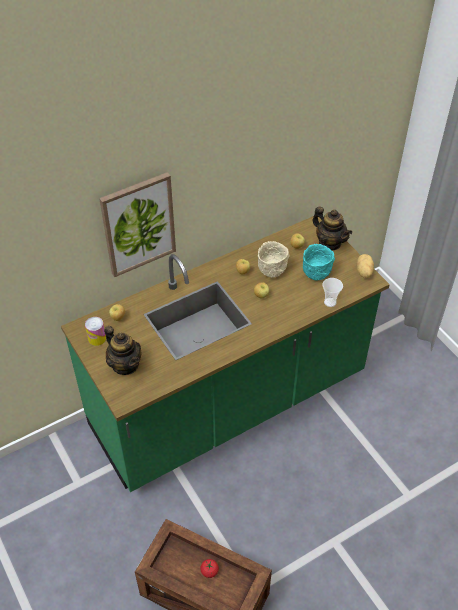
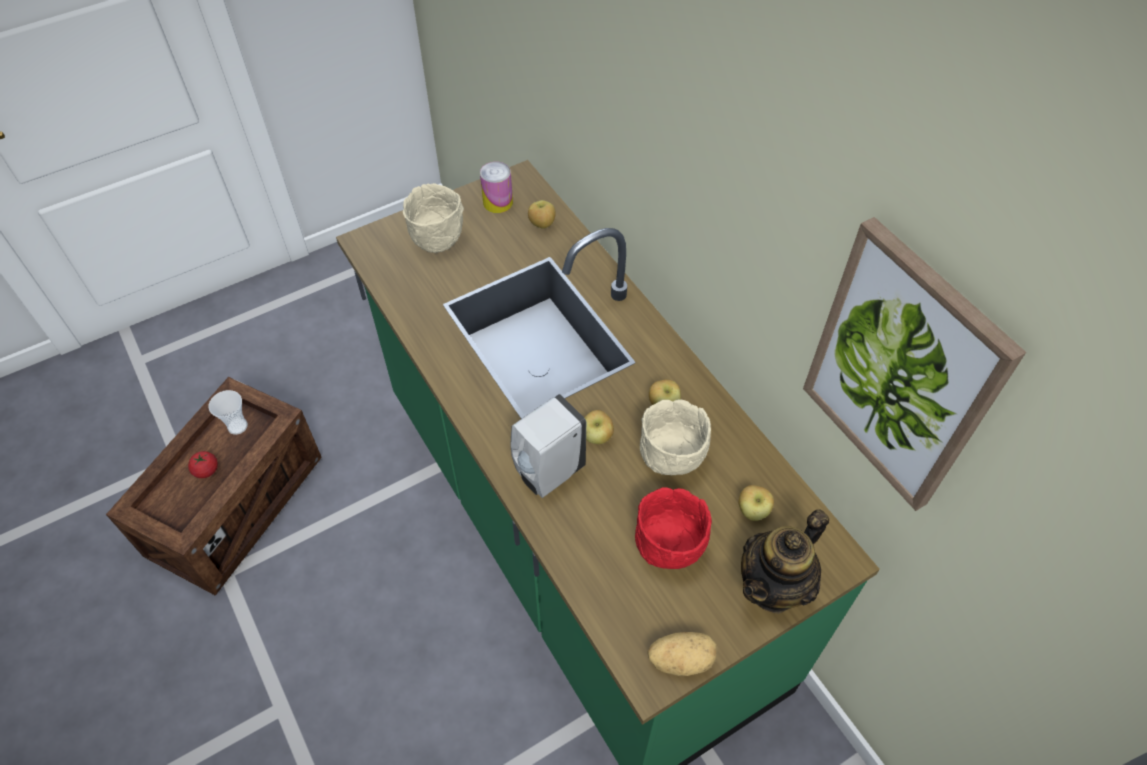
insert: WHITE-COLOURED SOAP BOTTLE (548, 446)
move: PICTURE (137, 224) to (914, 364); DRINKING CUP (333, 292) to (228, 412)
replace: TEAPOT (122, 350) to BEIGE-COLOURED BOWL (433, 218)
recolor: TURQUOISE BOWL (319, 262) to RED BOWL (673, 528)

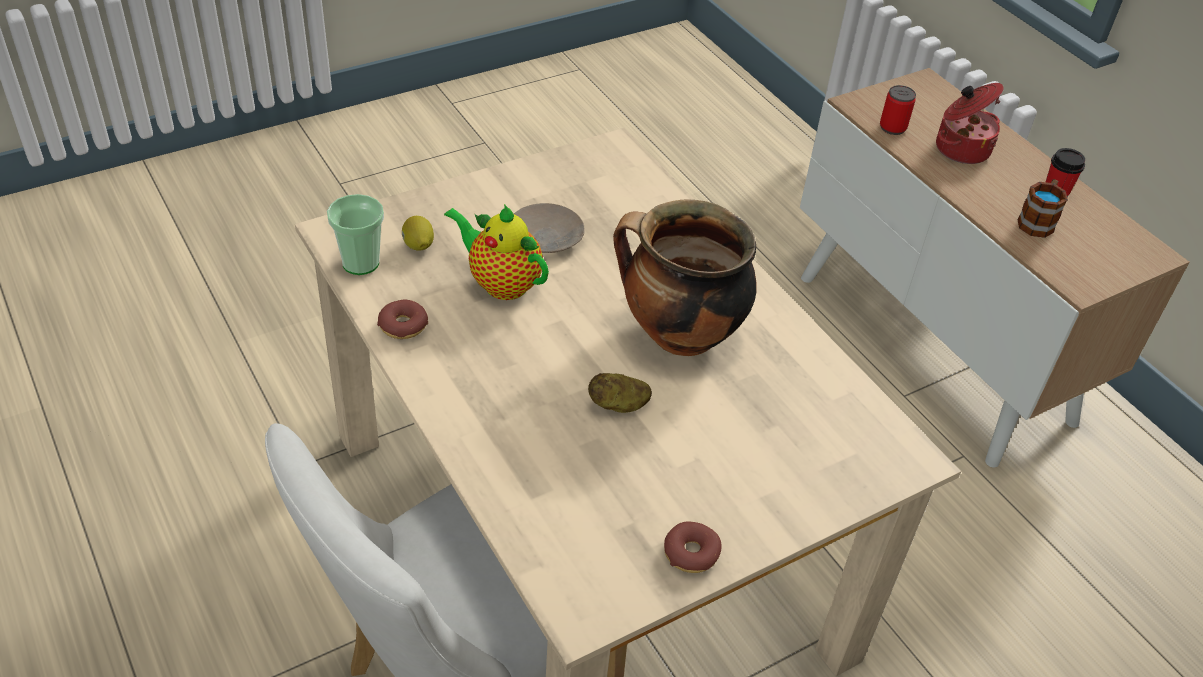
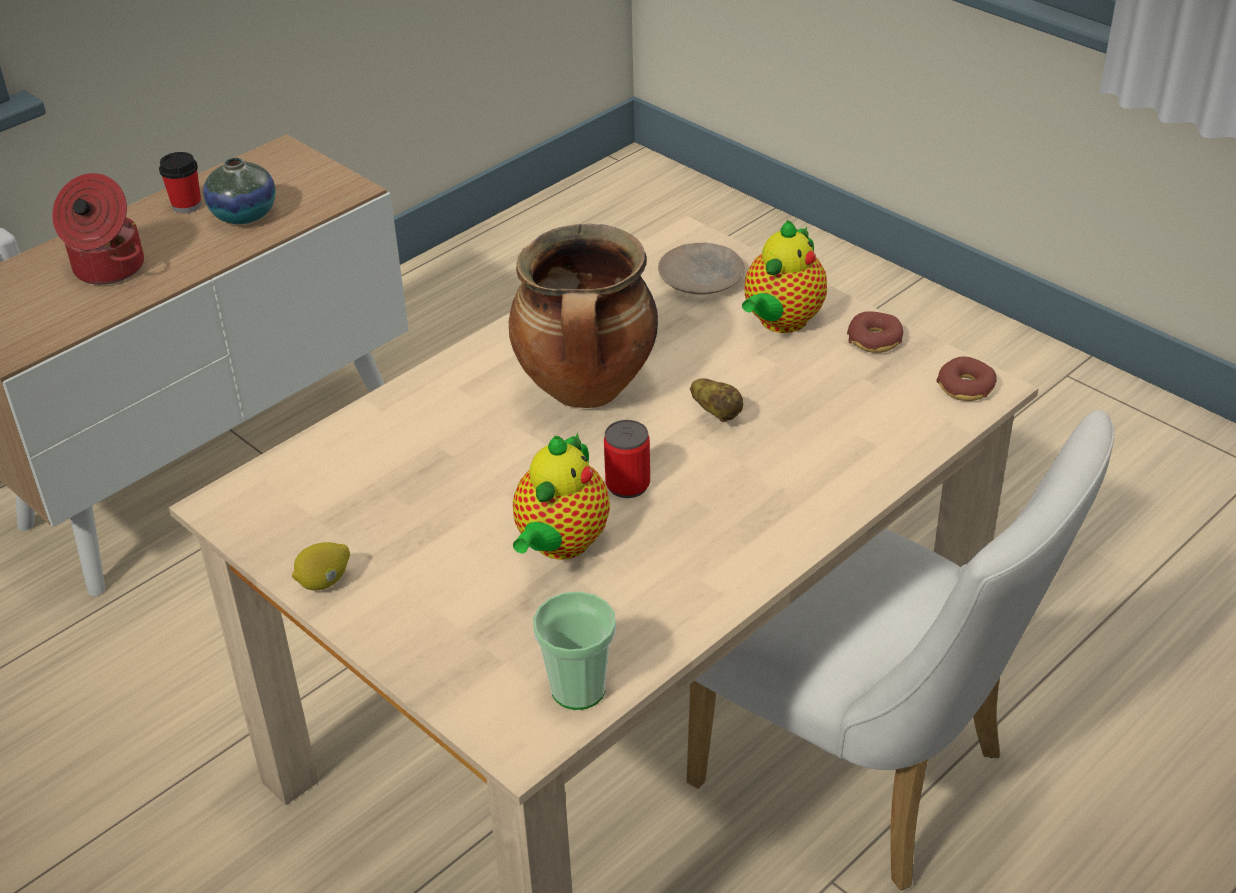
insert: TEAPOT (784, 276)
move: SEALED CAN (898, 110) to (627, 459); BEIGE-COLOURED FLAT DISH (549, 228) to (701, 269); WHOLE LEMON (418, 233) to (321, 566); DONUT (402, 319) to (967, 379)
replace: TEA MUG (1042, 208) to DECORATIVE VASE (239, 191)

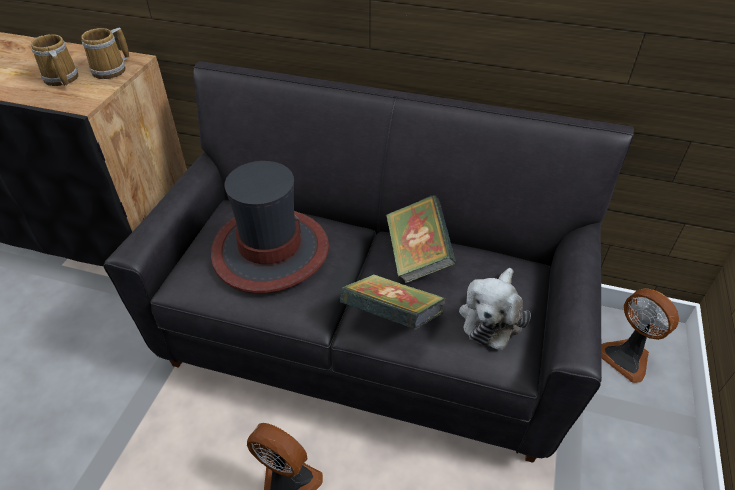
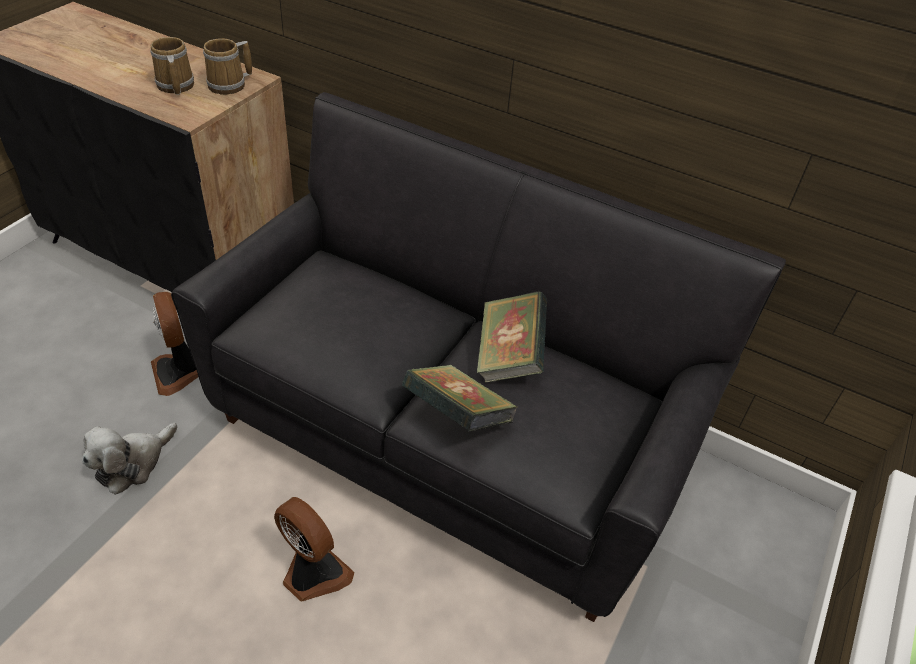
delete: HAT (270, 227)
move: SOFT TOY (495, 309) to (130, 459); FAN (640, 335) to (174, 344)

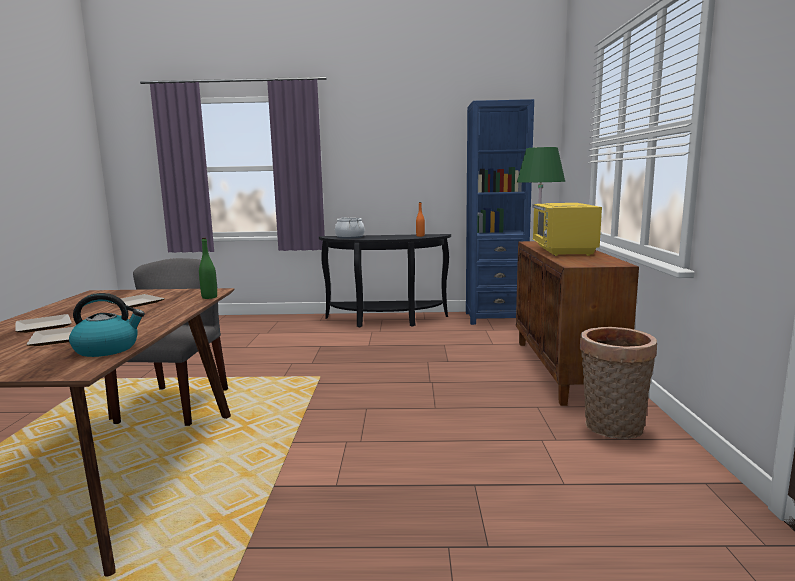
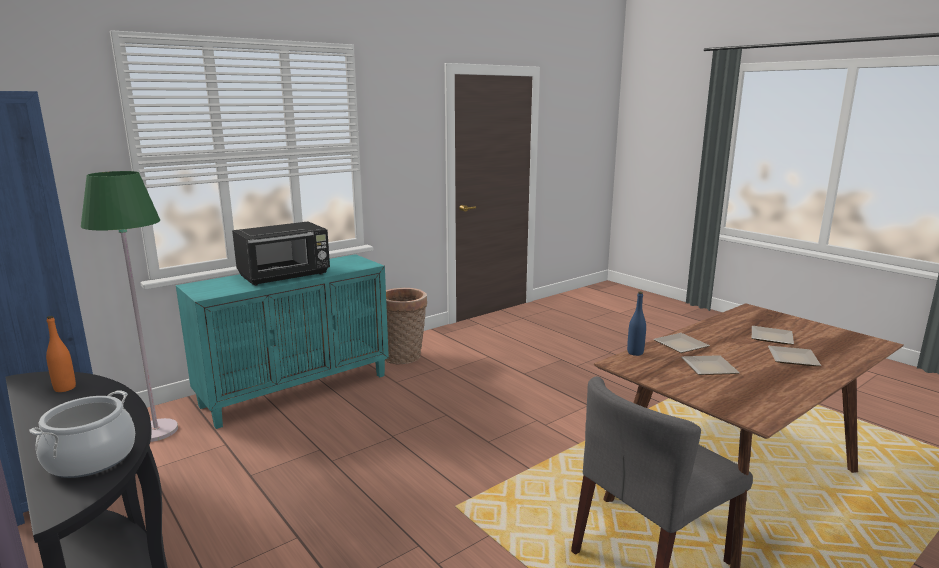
delete: KETTLE (107, 325)
insert: FLAT DISH (681, 343)
recolor: YELLOW-COLOURED MICROWAVE OVEN (567, 229) to BLACK MICROWAVE OVEN (281, 253); GREENISH BOTTLE (208, 268) to BLUE BOTTLE (636, 324); BROWNISH CABINET (577, 323) to TURQUOISE CABINET (282, 341)

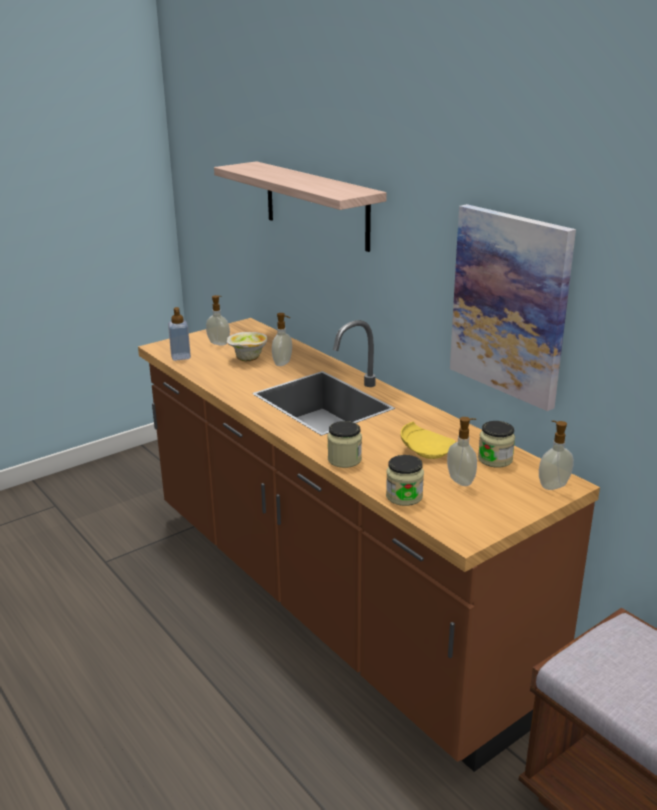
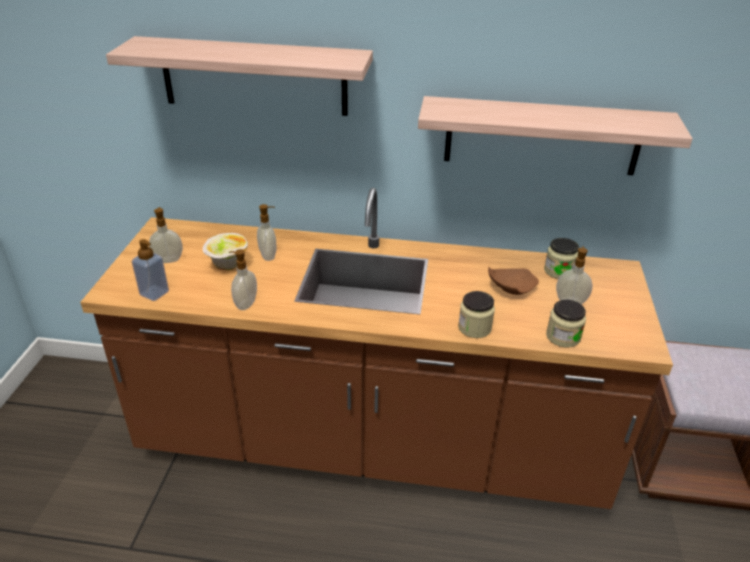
move: SOAP BOTTLE (556, 455) to (243, 279)
replace: PICTURE (513, 307) to WALL SHELF (555, 135)
recolor: YELLOW-COLOURED FLAT DISH (428, 440) to BROWNISH FLAT DISH (513, 281)

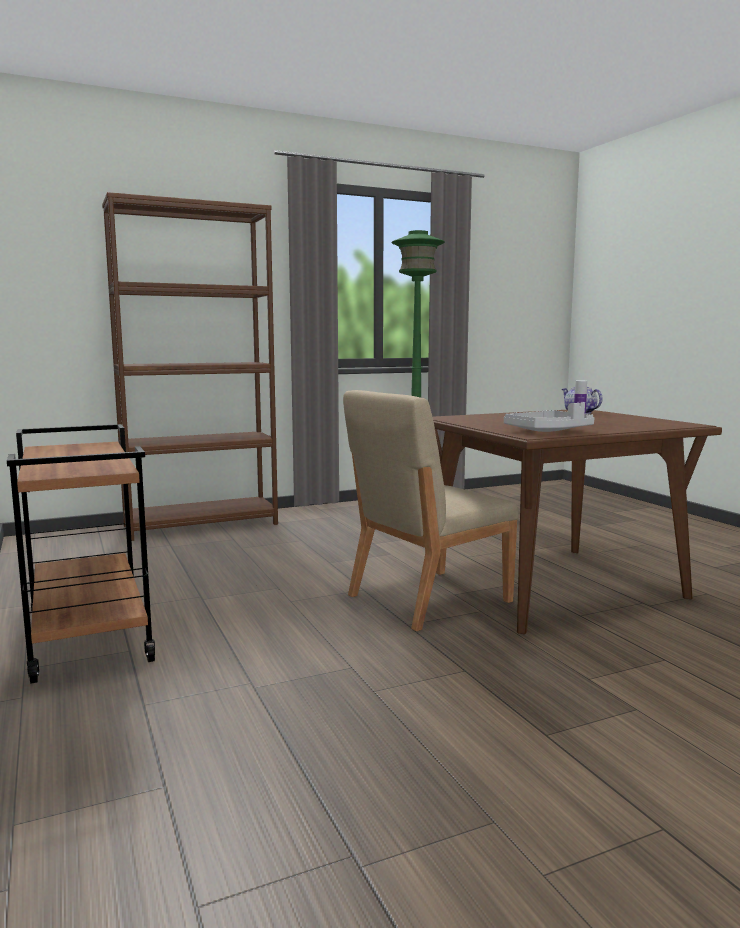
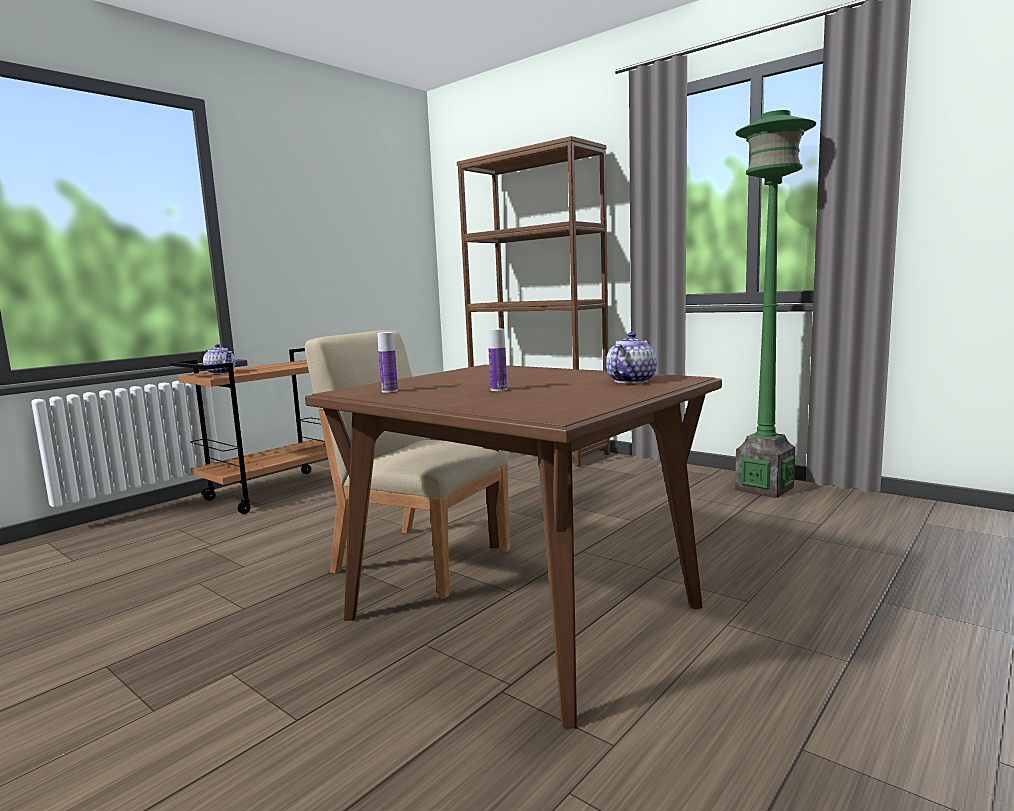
insert: TEAPOT (219, 359)
replace: GREYISH SERVING TRAY (549, 417) to BOTTLE (387, 362)

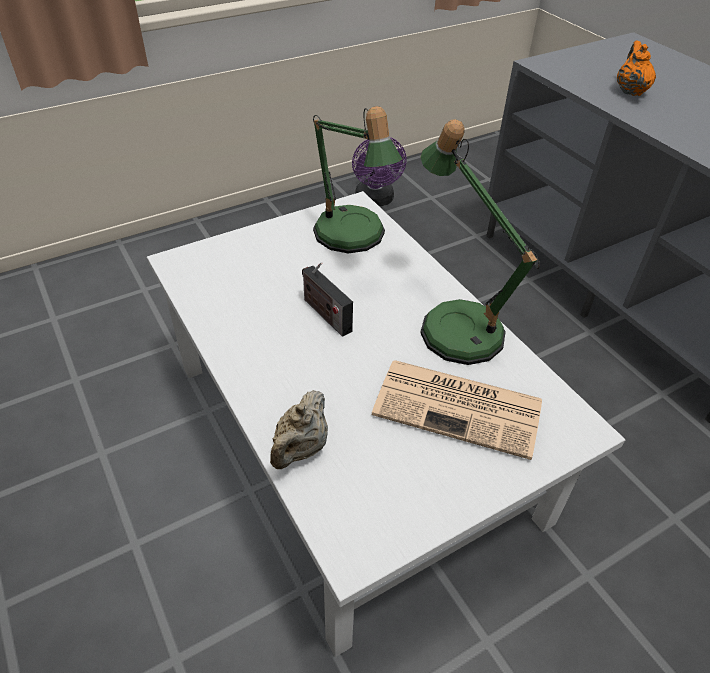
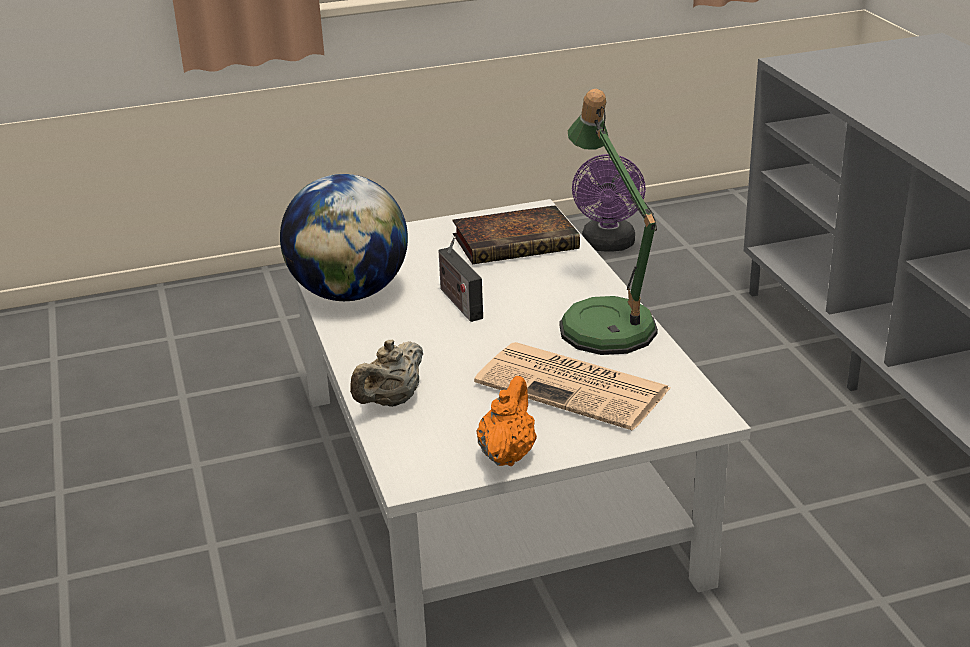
insert: DESK GLOBE (344, 237)
move: ORANGEY TEAPOT (636, 68) to (507, 421)
replace: LAMP FOR A TABLE (357, 179) to BOUND BOOK (516, 235)

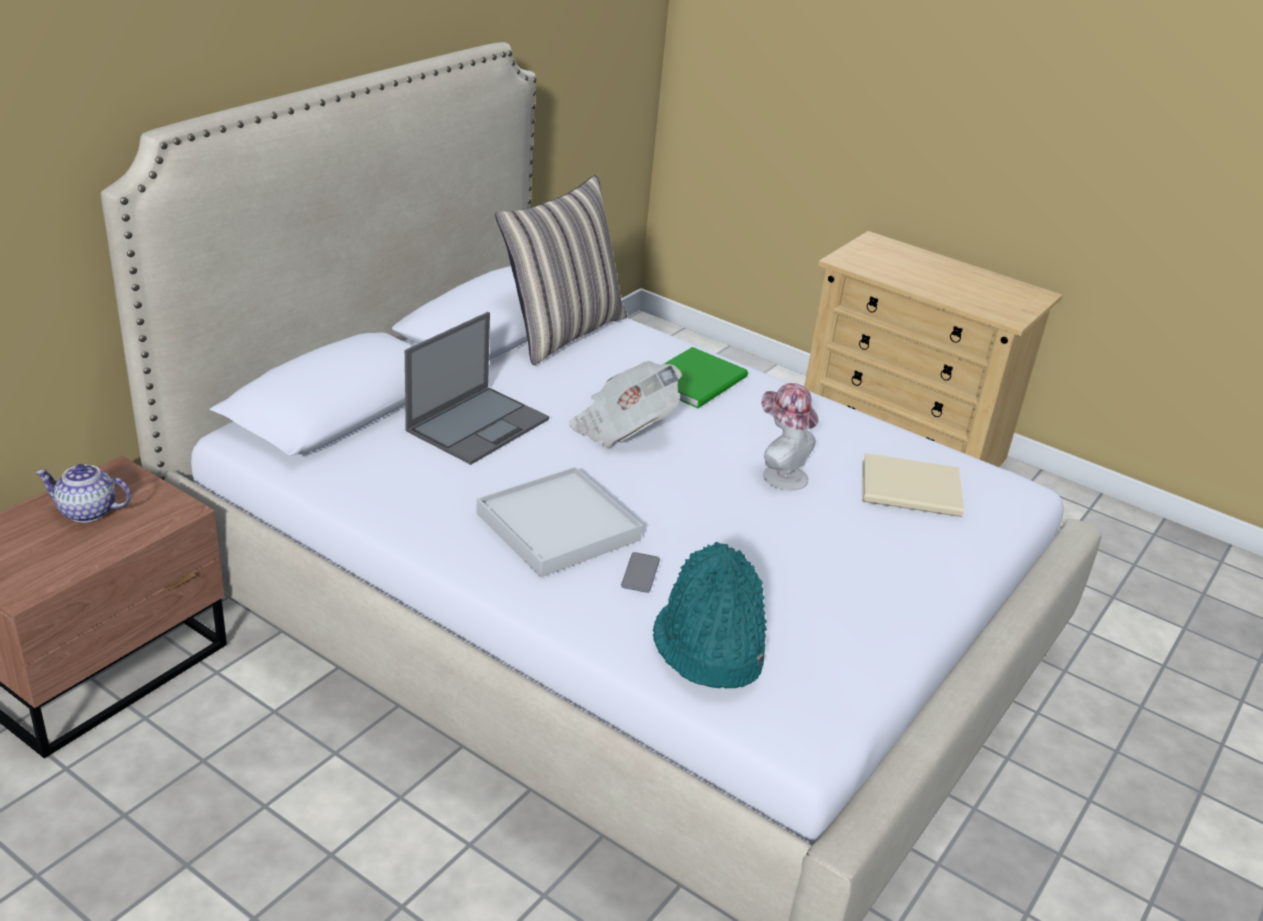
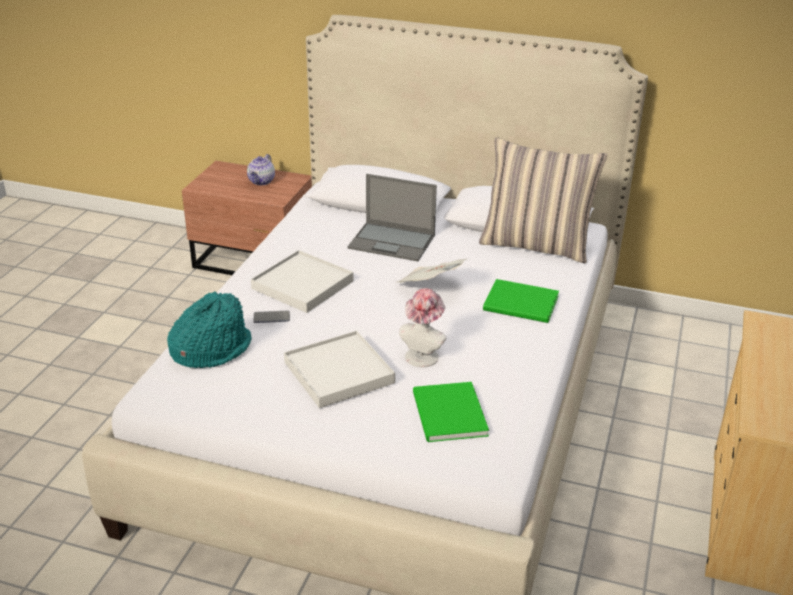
insert: WHITE-COLOURED SERVING TRAY (339, 369)
recolor: BEIGE-COLOURED BOUND BOOK (913, 485) to GREENISH BOUND BOOK (451, 412)
rotate: TEAPOT (83, 493) = (261, 169) 150 degrees counterclockwise

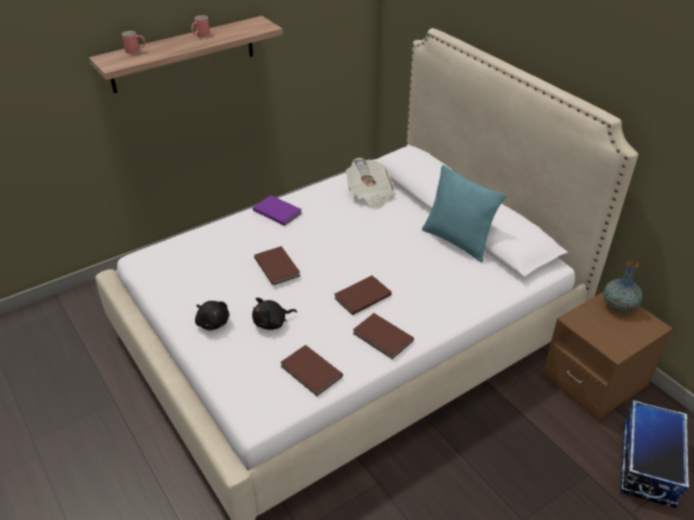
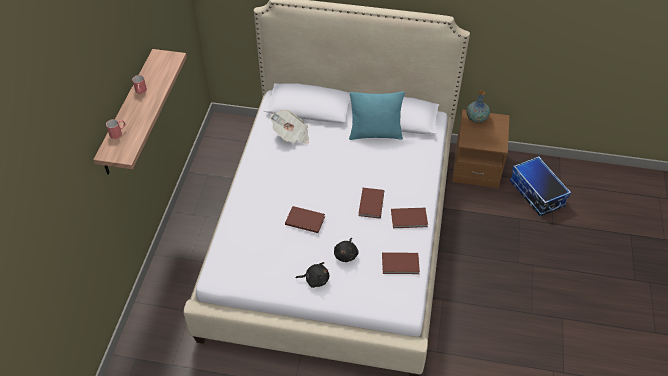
delete: PURPLE BOUND BOOK (277, 210)

